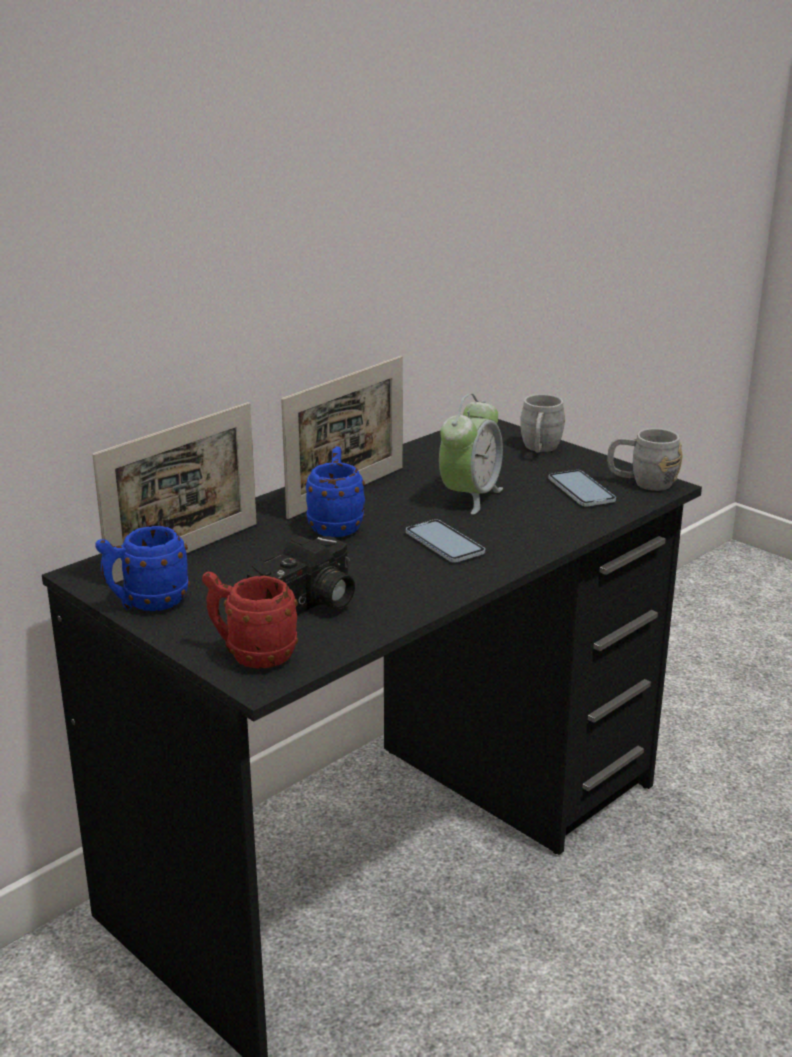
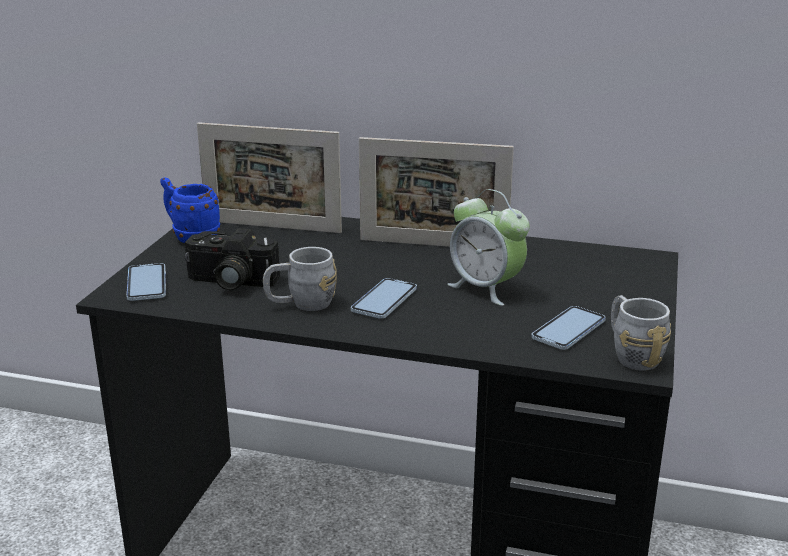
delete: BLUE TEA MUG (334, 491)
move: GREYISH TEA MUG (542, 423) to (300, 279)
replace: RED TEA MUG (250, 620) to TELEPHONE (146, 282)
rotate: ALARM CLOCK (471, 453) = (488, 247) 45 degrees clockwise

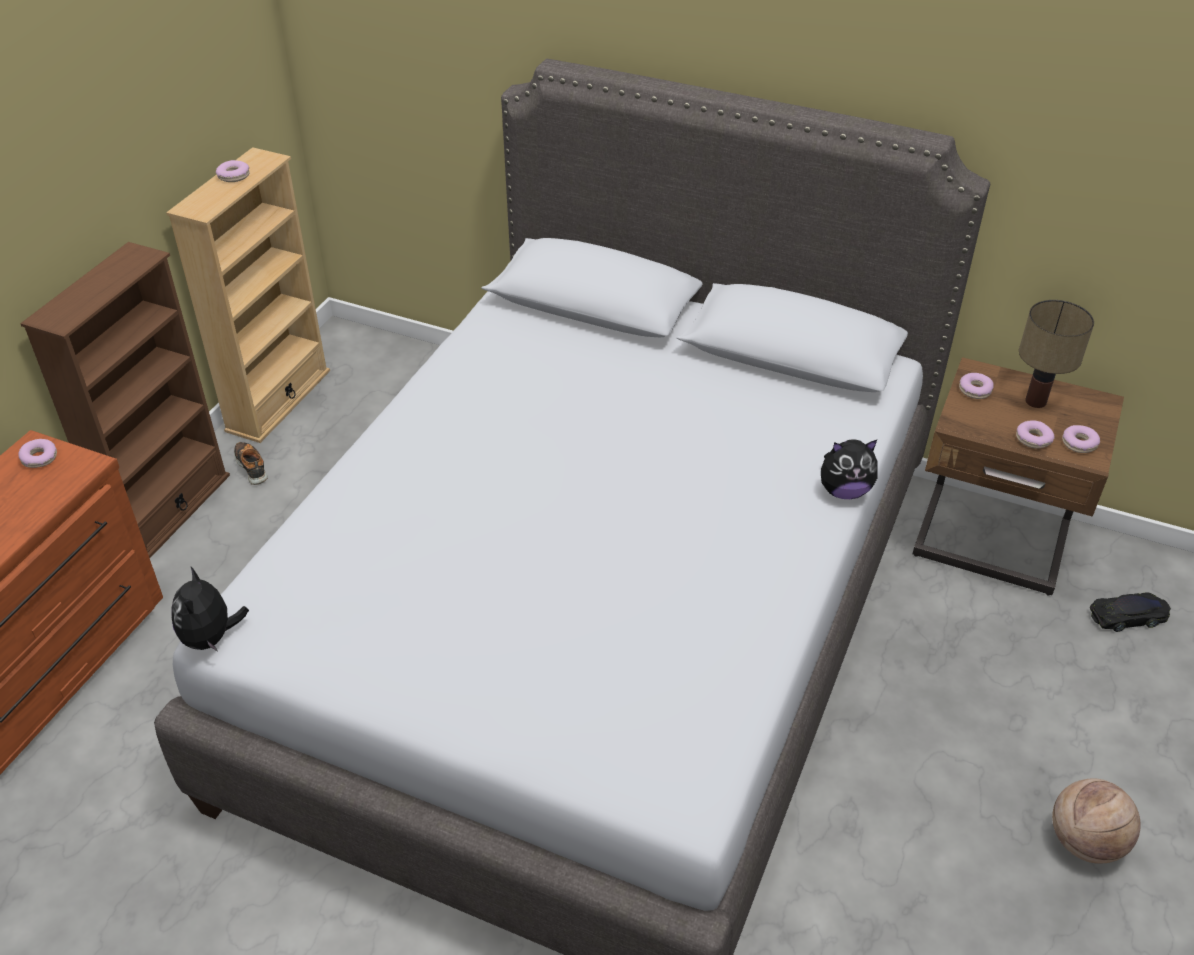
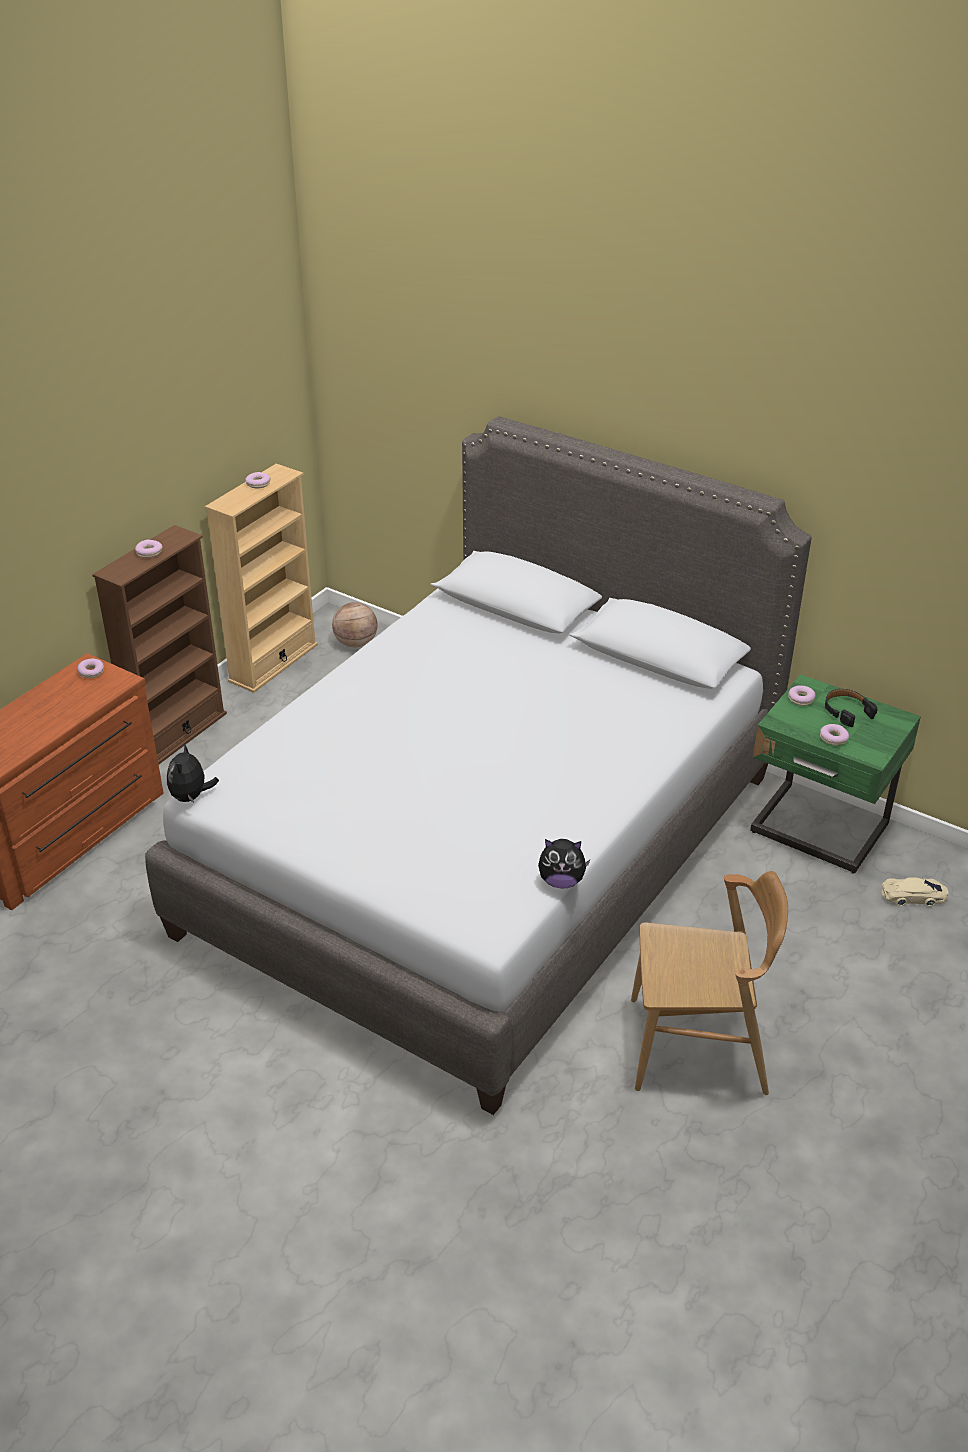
delete: SHOE (251, 463)
insert: BROWNISH PLAIN CHAIR (709, 983)
move: DONUT (1081, 439) to (149, 549); SOFT TOY (849, 469) to (564, 864); BALL FOR BASKETBALL (1096, 821) to (355, 624)
replace: LAMP FOR A TABLE (1056, 354) to BLACK HEADSET (851, 708)
recolor: BROWNISH BEDSIDE TABLE (1018, 476) to GREENISH BEDSIDE TABLE (835, 773); BLACK MINIATURE CAR (1130, 612) to BEIGE-COLOURED MINIATURE CAR (915, 891)

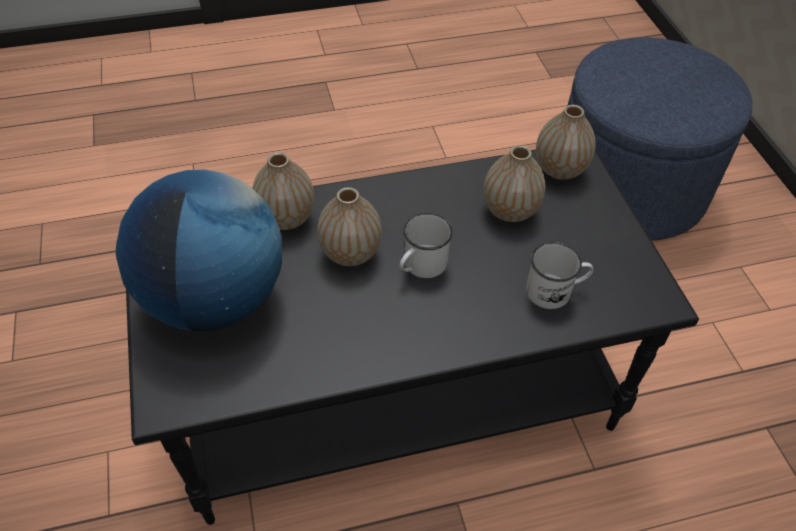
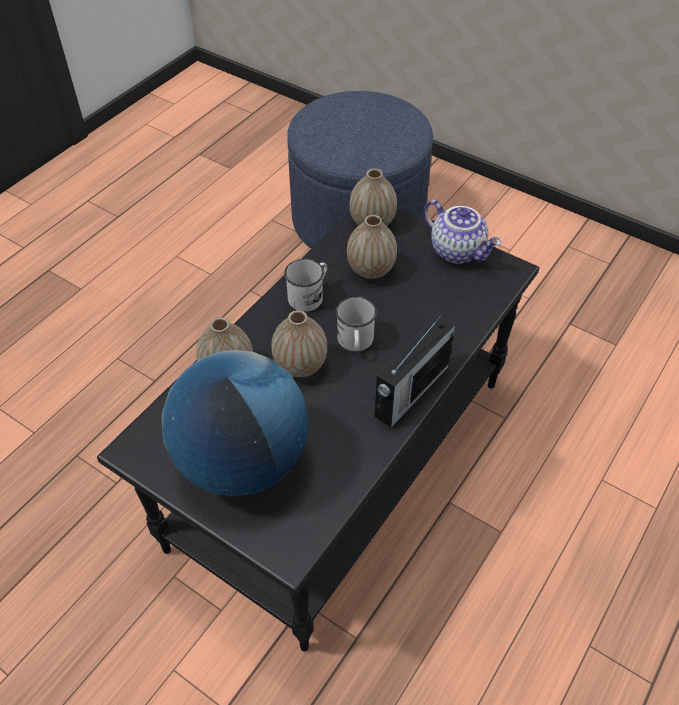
insert: TEAPOT (462, 232); RADIO RECEIVER (414, 371)
move: WHITE-COLOURED TEA MUG (560, 275) to (305, 285)

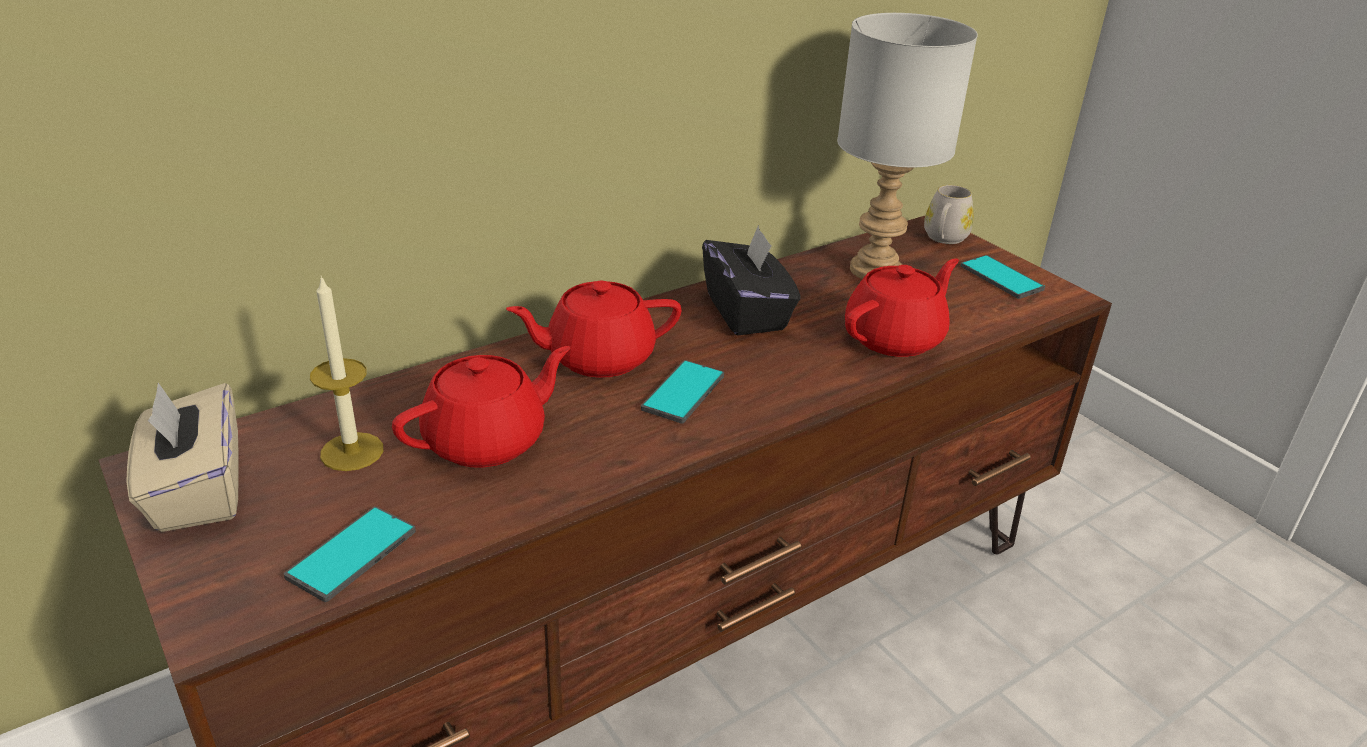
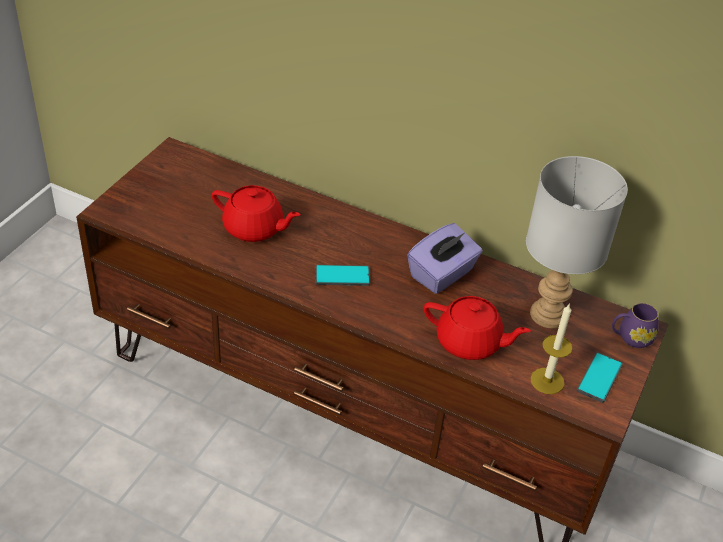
delete: RED TEAPOT (594, 329); BEIGE-COLOURED TISSUE BOX (182, 457); TELEPHONE (350, 554)
move: CANDLE (346, 373) to (551, 348)
recolor: WHITE-COLOURED TEA MUG (948, 214) to PURPLE TEA MUG (635, 325); BLACK TISSUE BOX (751, 280) to PURPLE TISSUE BOX (445, 258)

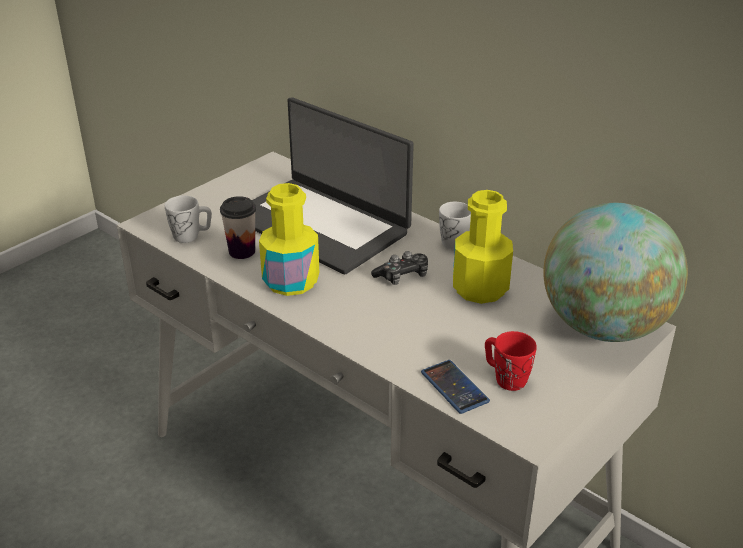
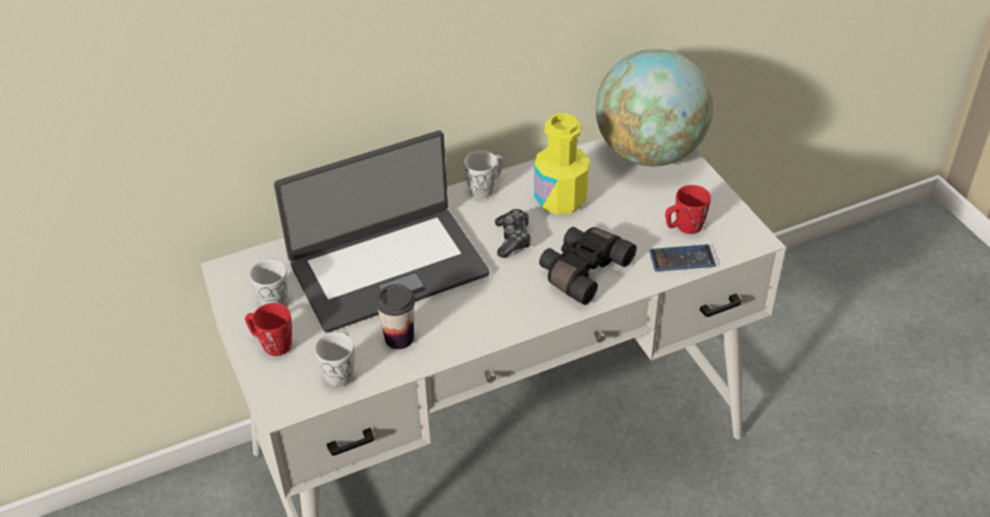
delete: YELLOW-COLOURED BOTTLE (289, 239)
insert: BLACK BINOCULARS (588, 266); WHITE-COLOURED TEA MUG (269, 282); RED TEA MUG (268, 329)

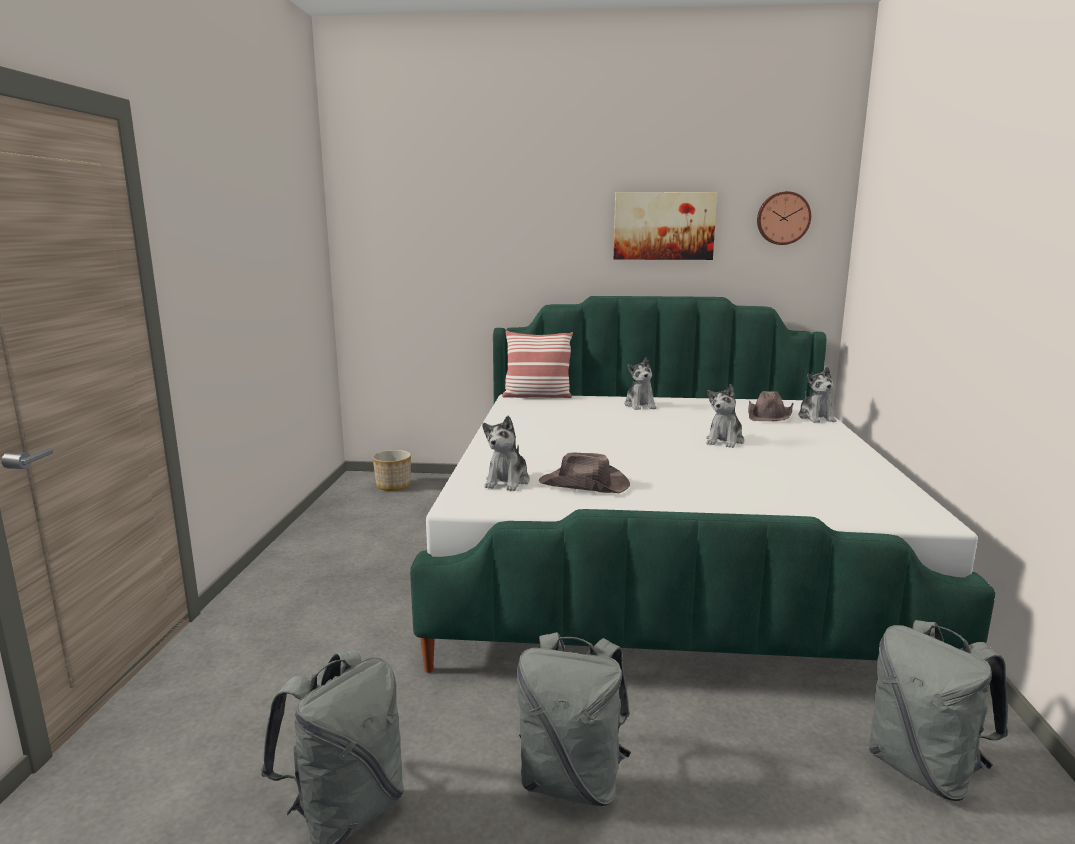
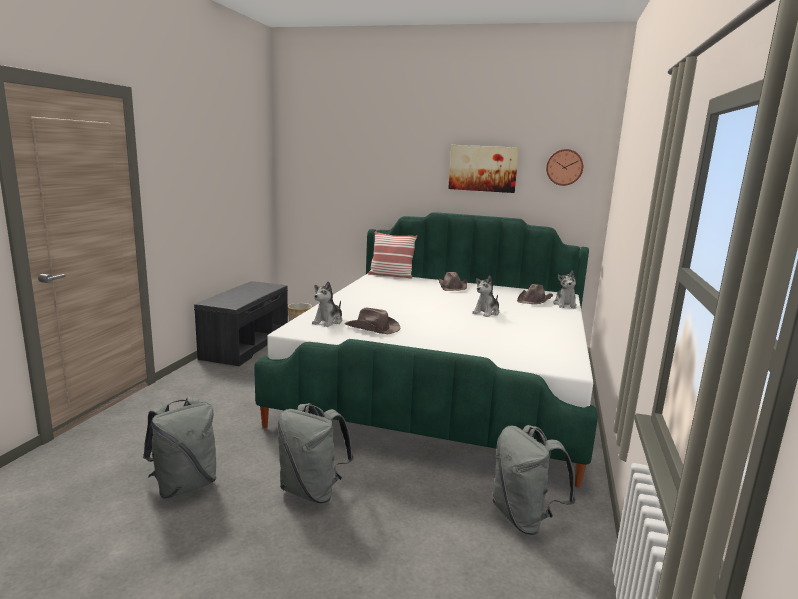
insert: GREYISH INDOOR BENCH (241, 323)
replace: SOFT TOY (640, 383) to BROWNISH HAT (452, 281)

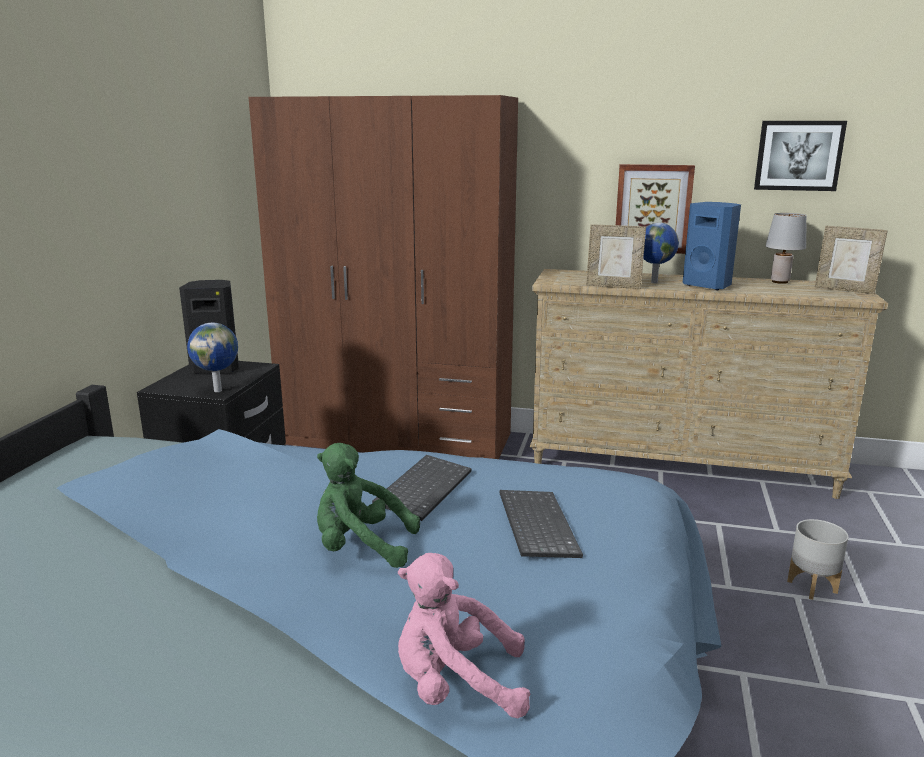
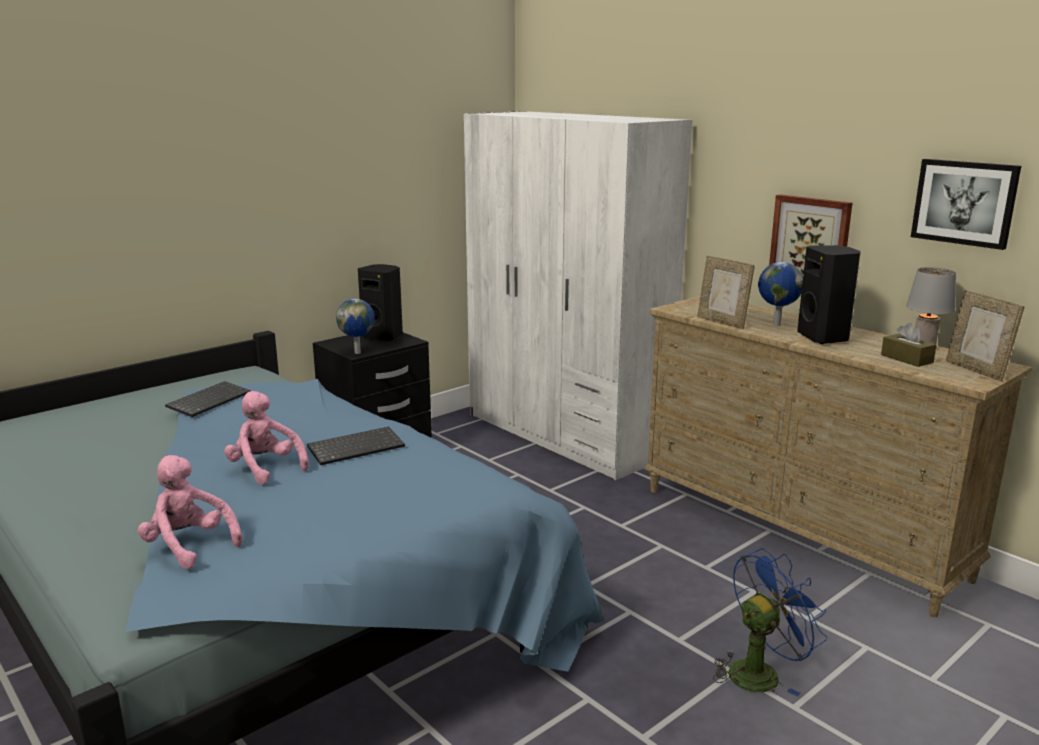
insert: BROWNISH TISSUE BOX (908, 345)
move: KEYBOARD (541, 524) to (208, 399)
replace: GREYISH PLANTER (817, 559) to BLUE FAN (770, 622)
recolor: BROWNISH ARMOIRE (383, 277) to WHITE-COLOURED ARMOIRE (578, 296); BLUE AUDIO SPEAKER (712, 246) to BLACK AUDIO SPEAKER (829, 294); GREENISH SOFT TOY (368, 505) to PINK SOFT TOY (266, 438)

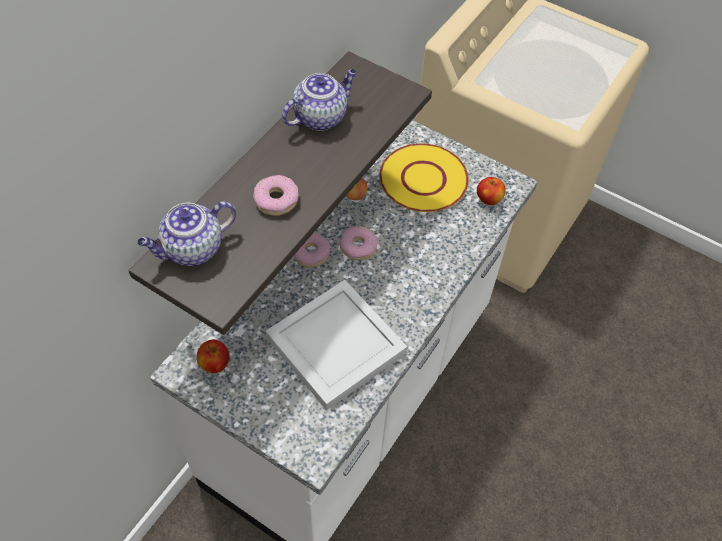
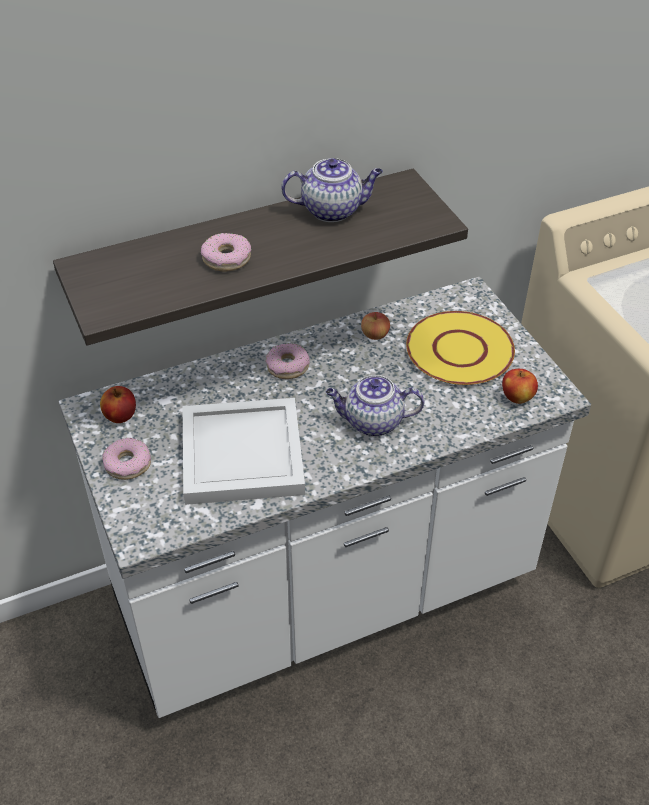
move: TEAPOT (186, 233) to (375, 406); DONUT (359, 243) to (126, 459)

